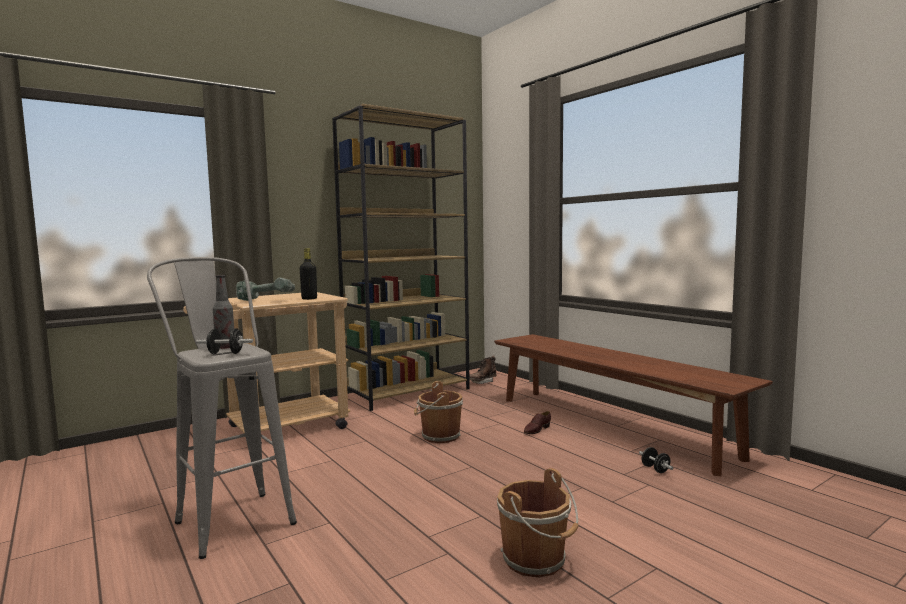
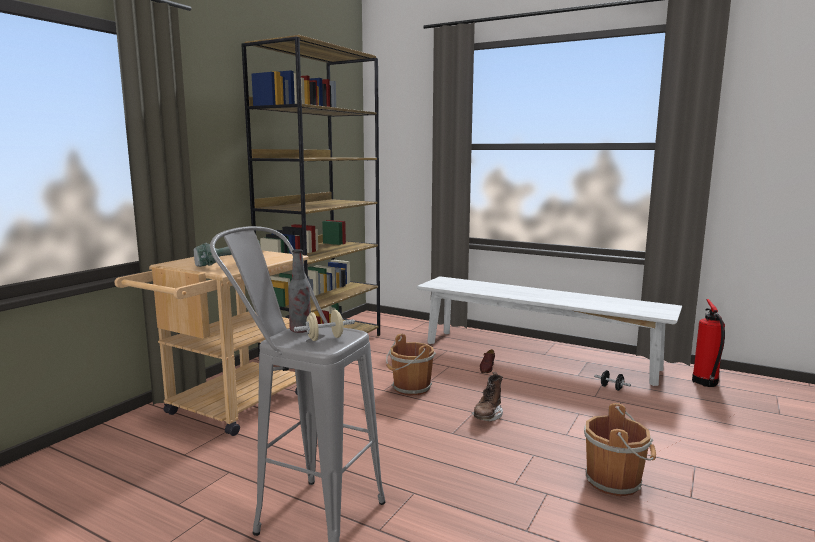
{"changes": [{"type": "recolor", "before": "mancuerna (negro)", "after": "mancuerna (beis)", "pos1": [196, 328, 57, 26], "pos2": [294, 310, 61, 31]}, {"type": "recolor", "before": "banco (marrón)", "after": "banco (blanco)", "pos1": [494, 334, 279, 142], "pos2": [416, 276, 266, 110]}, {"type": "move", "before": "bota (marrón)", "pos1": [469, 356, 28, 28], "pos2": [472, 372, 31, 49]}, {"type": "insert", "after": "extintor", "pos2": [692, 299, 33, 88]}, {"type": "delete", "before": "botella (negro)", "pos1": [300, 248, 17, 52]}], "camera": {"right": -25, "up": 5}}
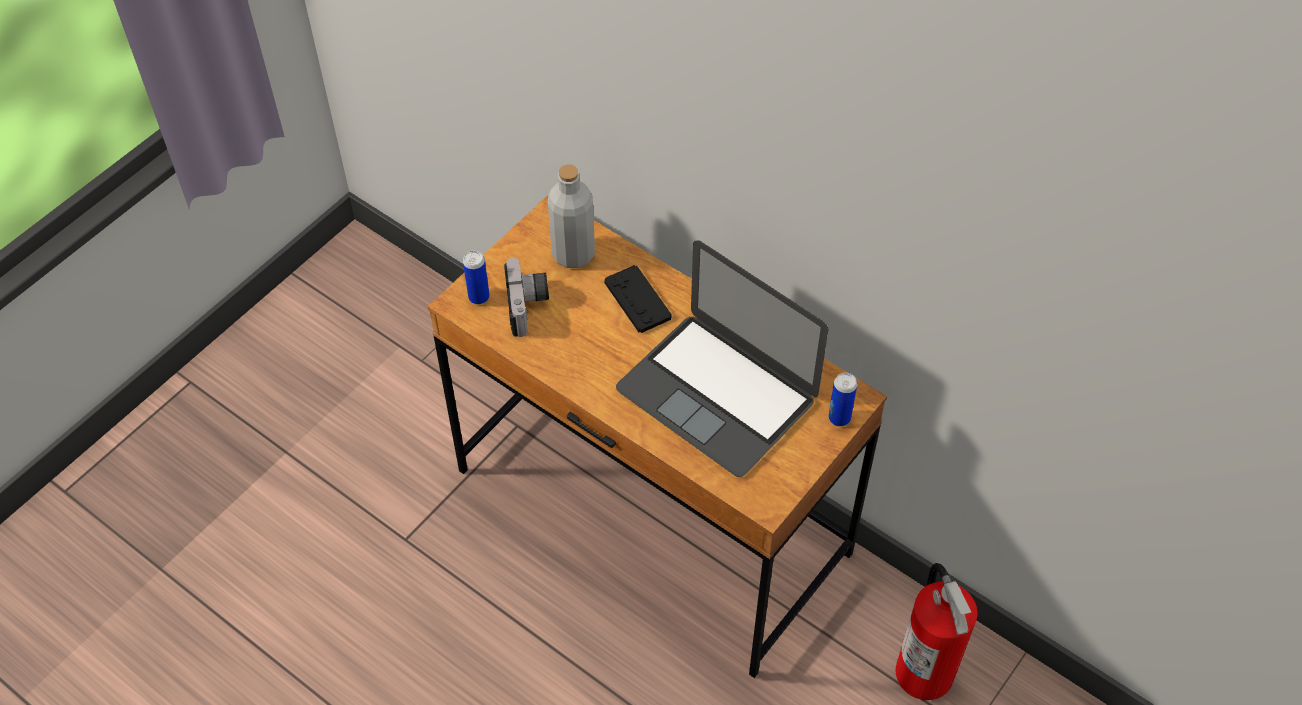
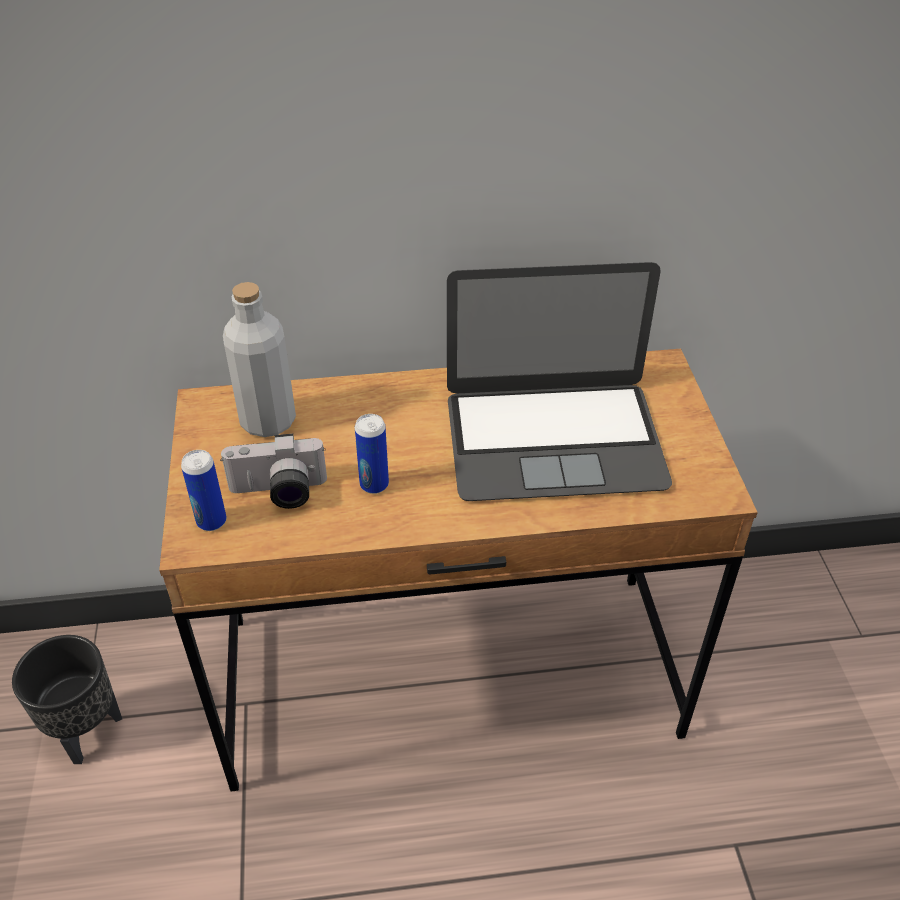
{"changes": [{"type": "insert", "after": "maceta (negro)", "pos2": [12, 635, 110, 129]}, {"type": "rotate", "before": "cámara", "pos1": [504, 258, 45, 79], "pos2": [220, 434, 107, 75], "turn": 135}, {"type": "move", "before": "lata", "pos1": [828, 373, 29, 53], "pos2": [355, 414, 34, 80]}, {"type": "delete", "before": "mando de consola (negro)", "pos1": [604, 265, 68, 68]}, {"type": "delete", "before": "extintor", "pos1": [896, 563, 82, 137]}], "camera": {"right": -45, "up": -10}}
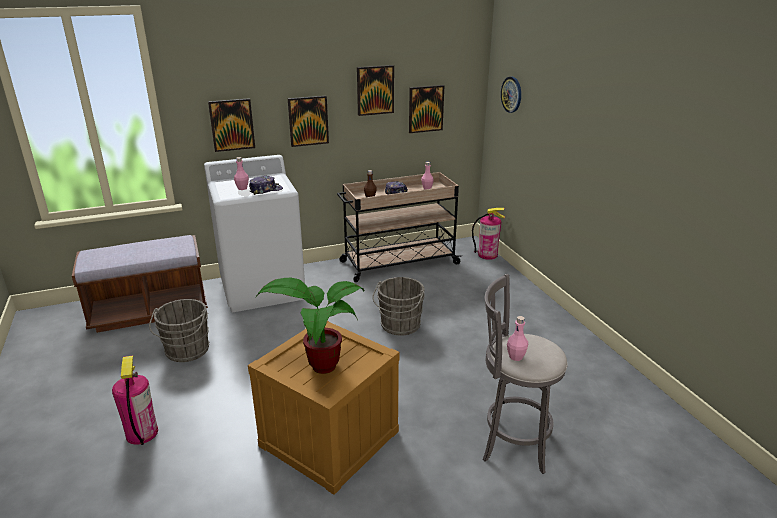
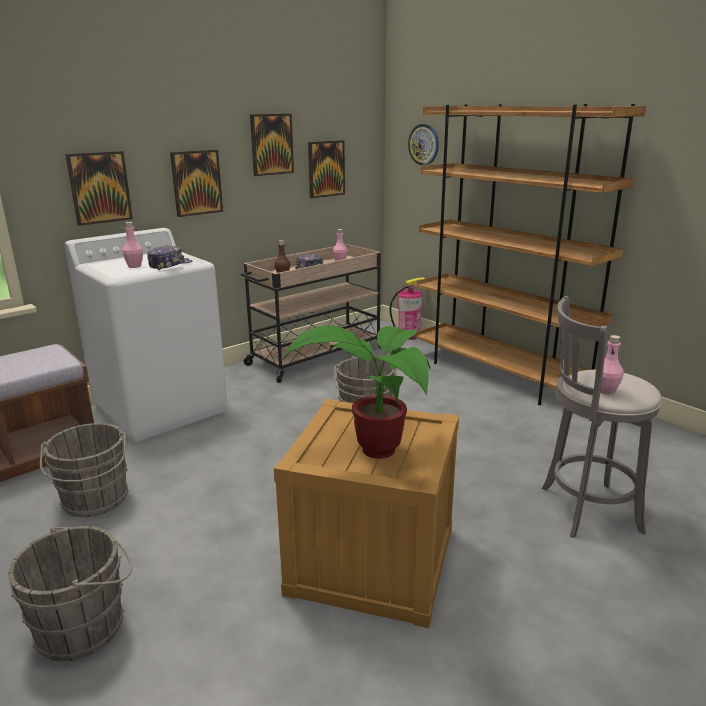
{"changes": [{"type": "replace", "before": "extintor", "after": "cubo (gris)", "pos1": [112, 356, 46, 89], "pos2": [8, 526, 124, 135]}, {"type": "insert", "after": "estantería (marrón)", "pos2": [416, 104, 230, 301]}], "camera": {"right": -20, "up": -5}}
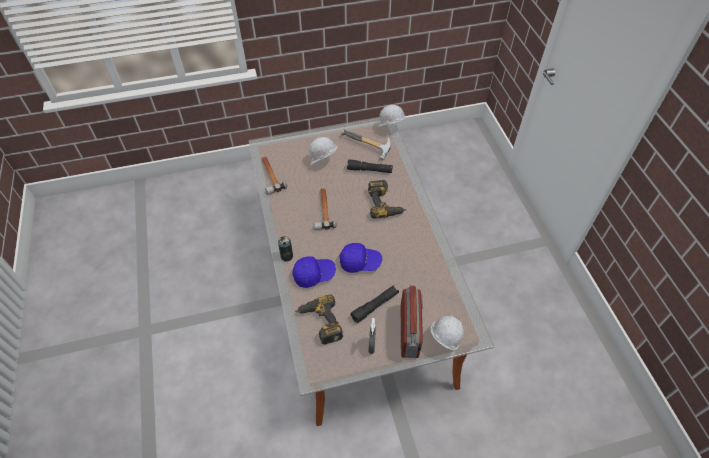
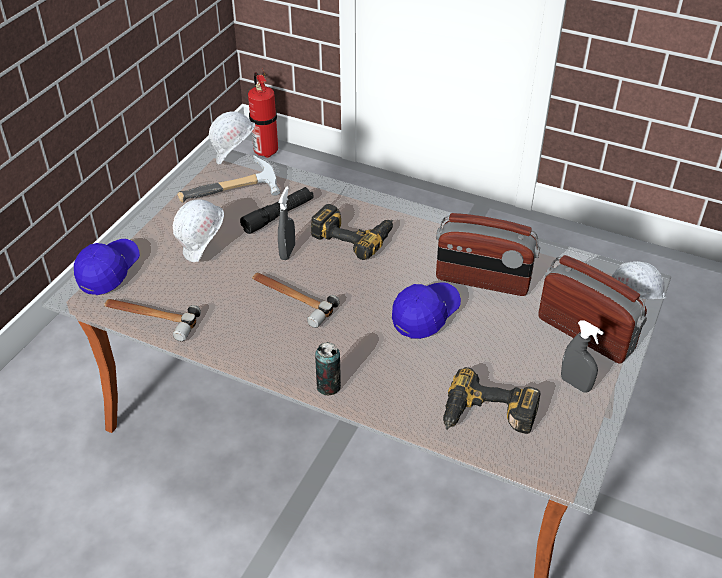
{"changes": [{"type": "move", "before": "gorra (azul)", "pos1": [292, 256, 44, 32], "pos2": [74, 239, 66, 56]}, {"type": "insert", "after": "extintor", "pos2": [248, 71, 30, 87]}, {"type": "insert", "after": "pulverizador (gris)", "pos2": [278, 187, 17, 73]}, {"type": "insert", "after": "radio", "pos2": [436, 213, 104, 83]}, {"type": "delete", "before": "linterna (negro)", "pos1": [350, 285, 49, 38]}], "camera": {"right": -50, "up": -10}}
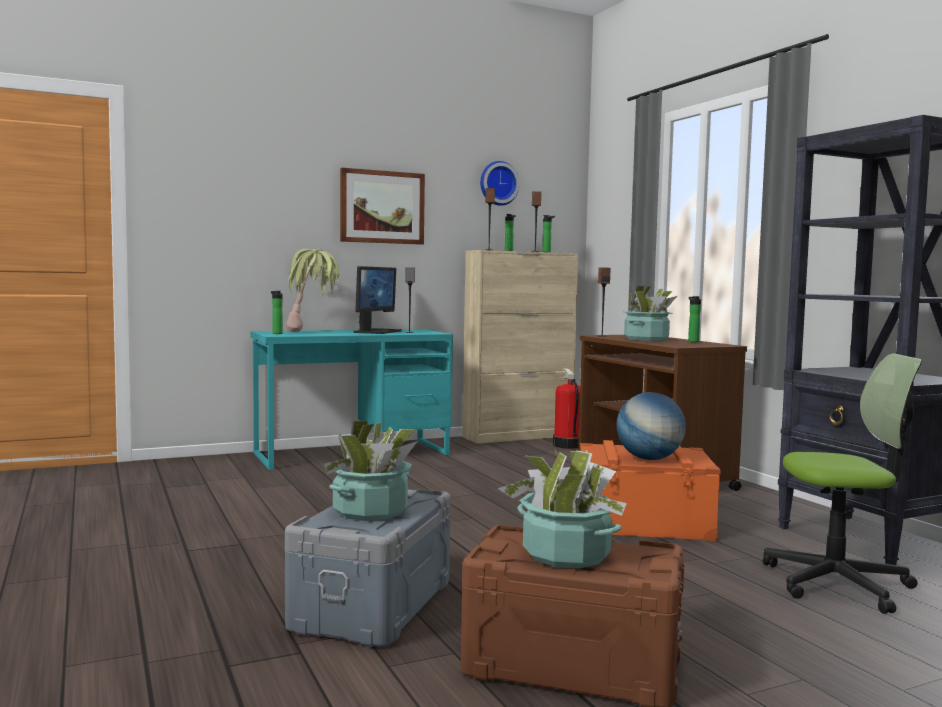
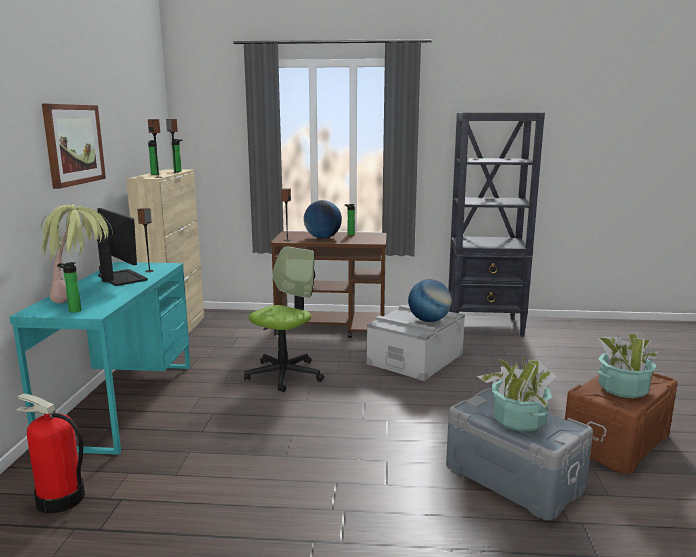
{"changes": [{"type": "move", "before": "extintor", "pos1": [553, 368, 27, 81], "pos2": [15, 394, 70, 119]}, {"type": "move", "before": "silla de oficina", "pos1": [763, 354, 159, 260], "pos2": [244, 247, 80, 145]}, {"type": "replace", "before": "planta en maceta", "after": "globo terráqueo", "pos1": [623, 286, 54, 55], "pos2": [304, 200, 38, 39]}, {"type": "recolor", "before": "caja de almacenaje (naranja)", "after": "caja de almacenaje (gris)", "pos1": [580, 440, 141, 101], "pos2": [367, 304, 98, 77]}, {"type": "delete", "before": "reloj de pared", "pos1": [480, 161, 40, 45]}], "camera": {"right": -60, "up": 10}}
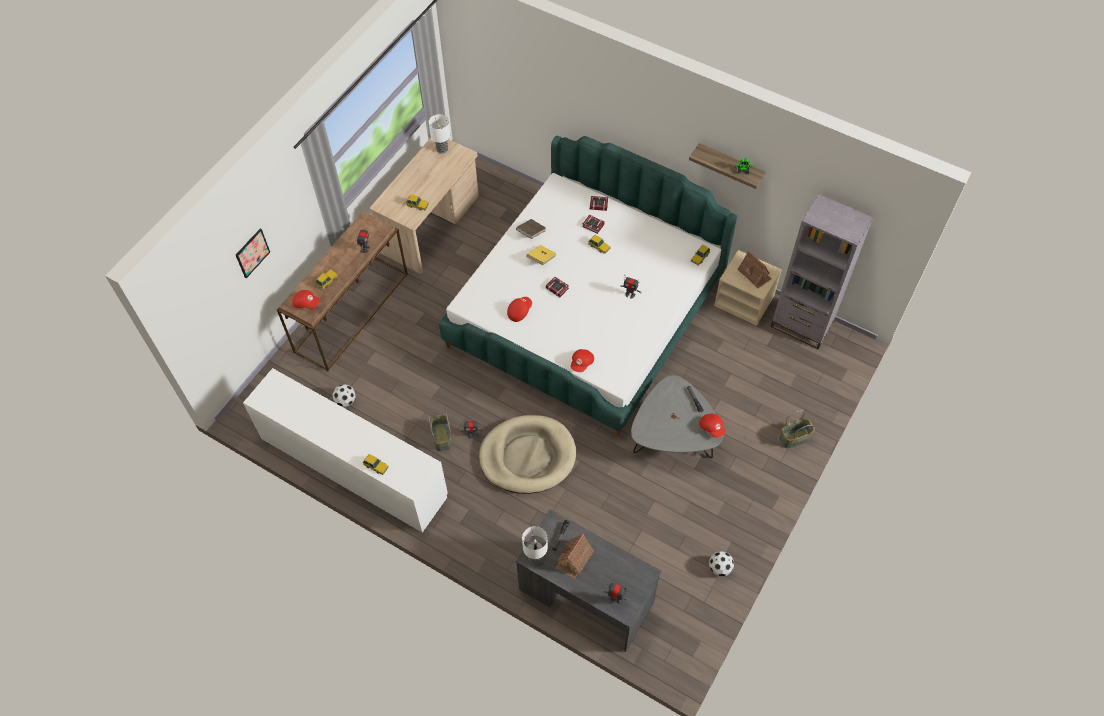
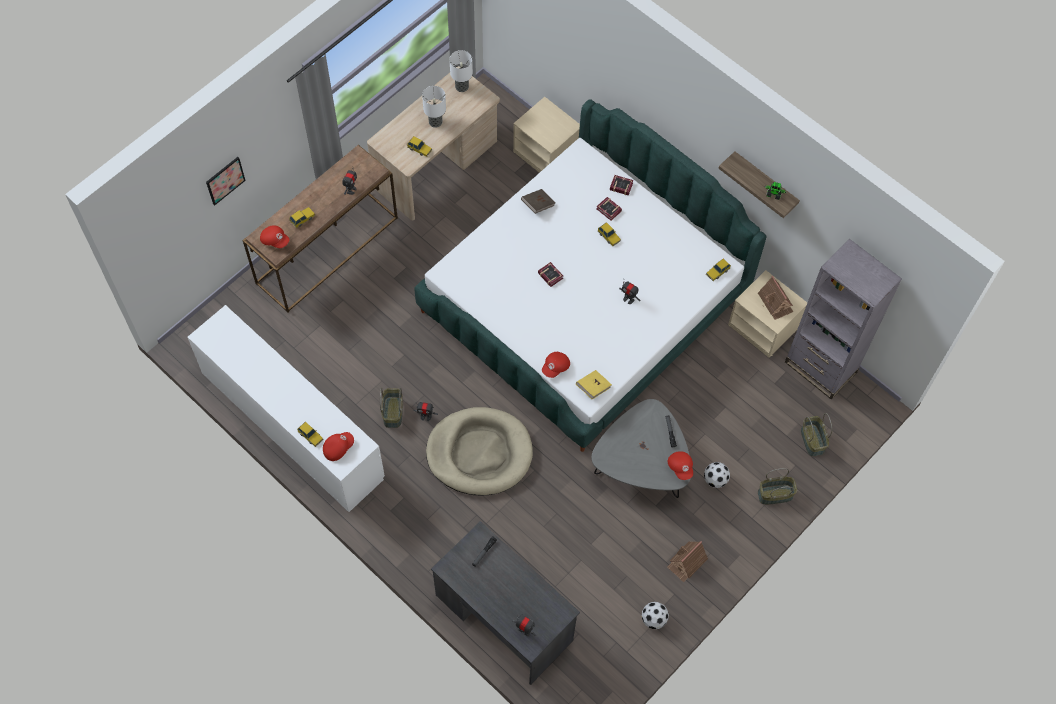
{"changes": [{"type": "move", "before": "gorra (rojo)", "pos1": [507, 297, 25, 25], "pos2": [323, 432, 31, 29]}, {"type": "move", "before": "lámpara de mesa", "pos1": [522, 526, 26, 38], "pos2": [422, 86, 24, 42]}, {"type": "insert", "after": "mesita de noche (beis)", "pos2": [513, 97, 67, 76]}, {"type": "move", "before": "libro (amarillo)", "pos1": [526, 245, 30, 21], "pos2": [576, 370, 36, 29]}, {"type": "move", "before": "casita", "pos1": [556, 534, 38, 45], "pos2": [667, 541, 41, 41]}, {"type": "move", "before": "balón de fútbol", "pos1": [332, 384, 24, 23], "pos2": [704, 462, 26, 26]}, {"type": "insert", "after": "cesta", "pos2": [801, 413, 31, 44]}], "camera": {"right": 10, "up": 5}}
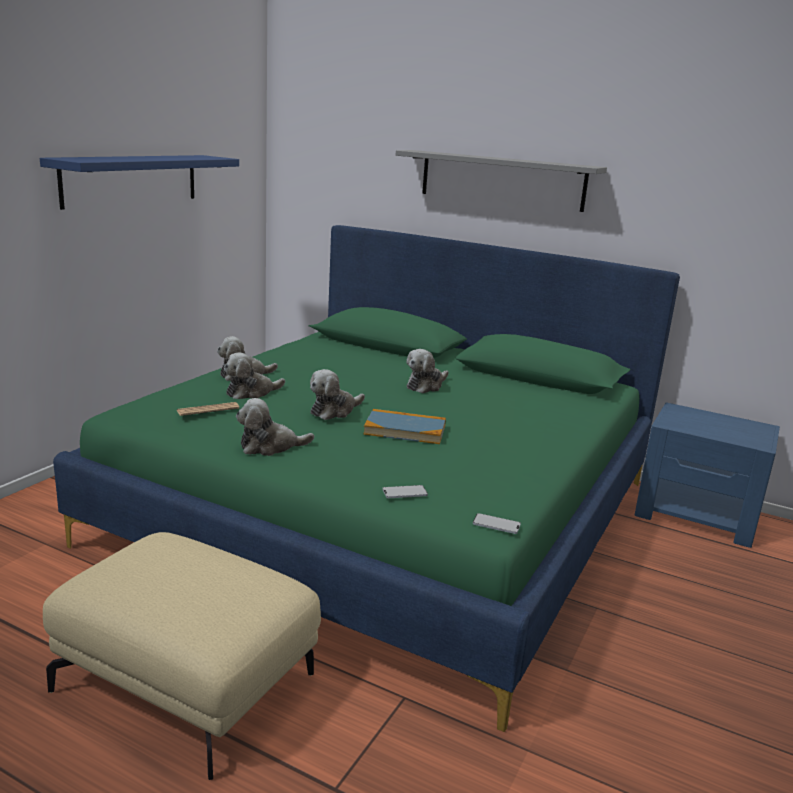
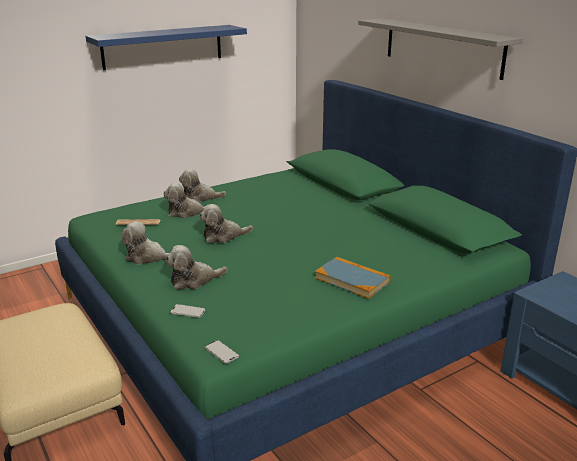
{"changes": [{"type": "move", "before": "peluche", "pos1": [406, 349, 43, 44], "pos2": [166, 245, 61, 45]}, {"type": "move", "before": "libro", "pos1": [363, 409, 83, 35], "pos2": [315, 257, 75, 42]}], "camera": {"right": 30, "up": 5}}
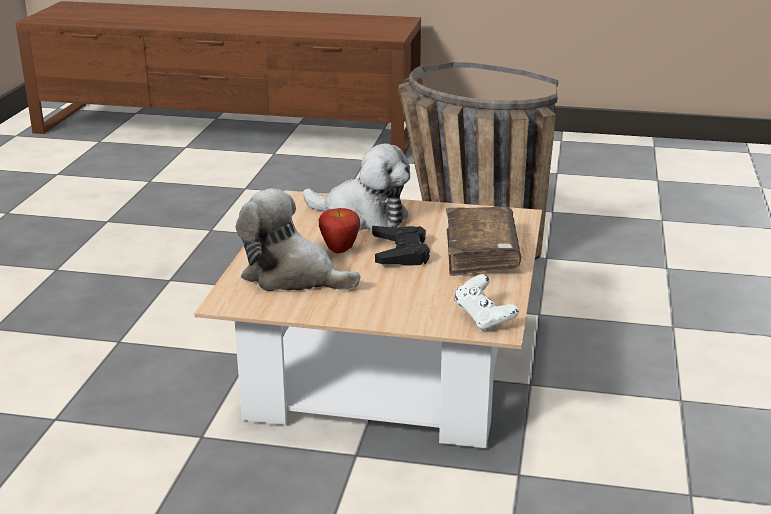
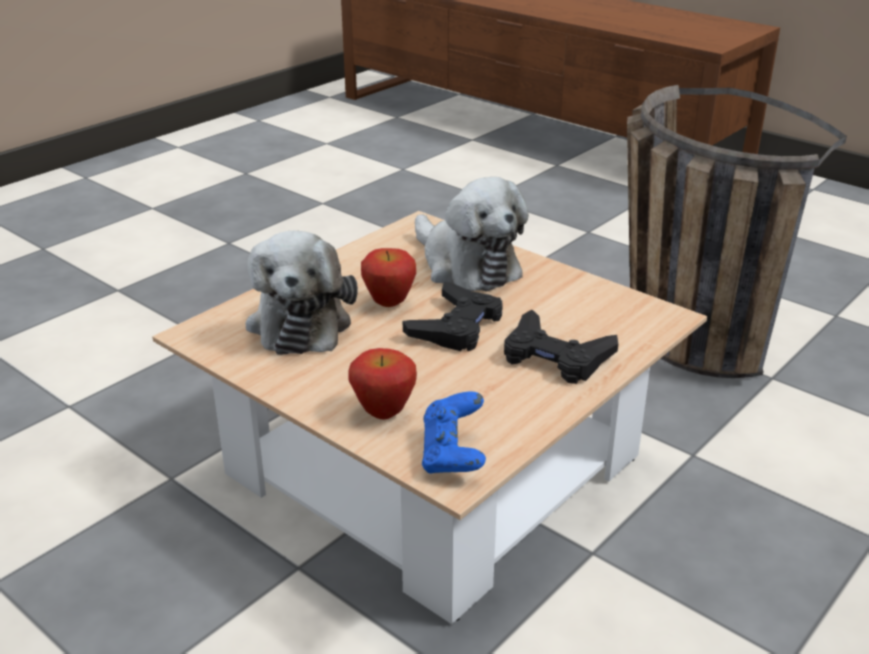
{"changes": [{"type": "rotate", "before": "peluche", "pos1": [236, 188, 124, 103], "pos2": [245, 231, 113, 124], "turn": -150}, {"type": "insert", "after": "manzana", "pos2": [348, 348, 69, 72]}, {"type": "recolor", "before": "mando de consola (blanco)", "after": "mando de consola (azul)", "pos1": [454, 274, 65, 56], "pos2": [422, 391, 64, 83]}, {"type": "replace", "before": "libro (marrón)", "after": "mando de consola (negro)", "pos1": [446, 206, 75, 70], "pos2": [504, 310, 114, 74]}], "camera": {"right": 30, "up": 5}}
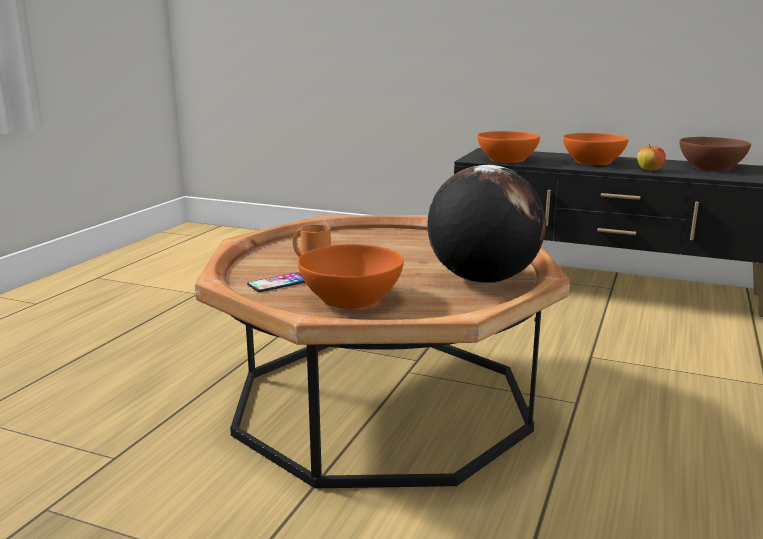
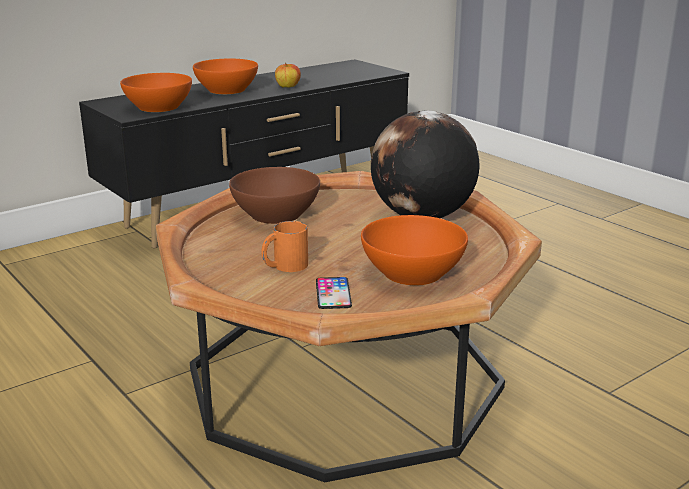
{"changes": [{"type": "move", "before": "cuenco (marrón)", "pos1": [679, 137, 72, 34], "pos2": [229, 167, 91, 57]}], "camera": {"right": -60, "up": 5}}
